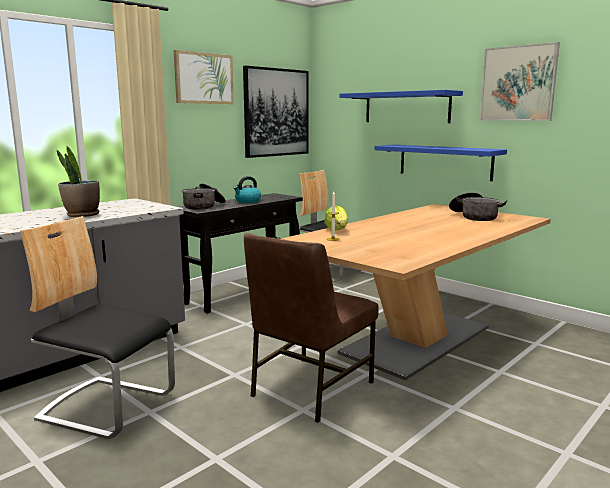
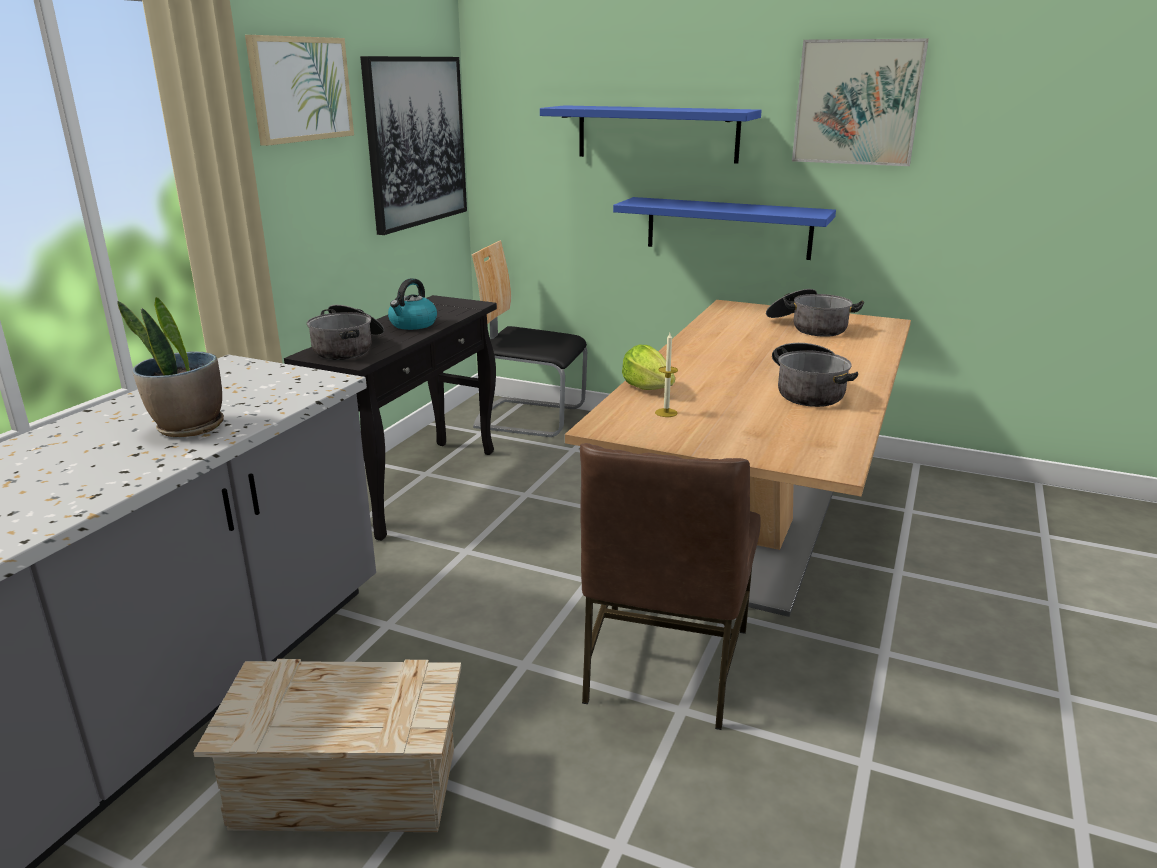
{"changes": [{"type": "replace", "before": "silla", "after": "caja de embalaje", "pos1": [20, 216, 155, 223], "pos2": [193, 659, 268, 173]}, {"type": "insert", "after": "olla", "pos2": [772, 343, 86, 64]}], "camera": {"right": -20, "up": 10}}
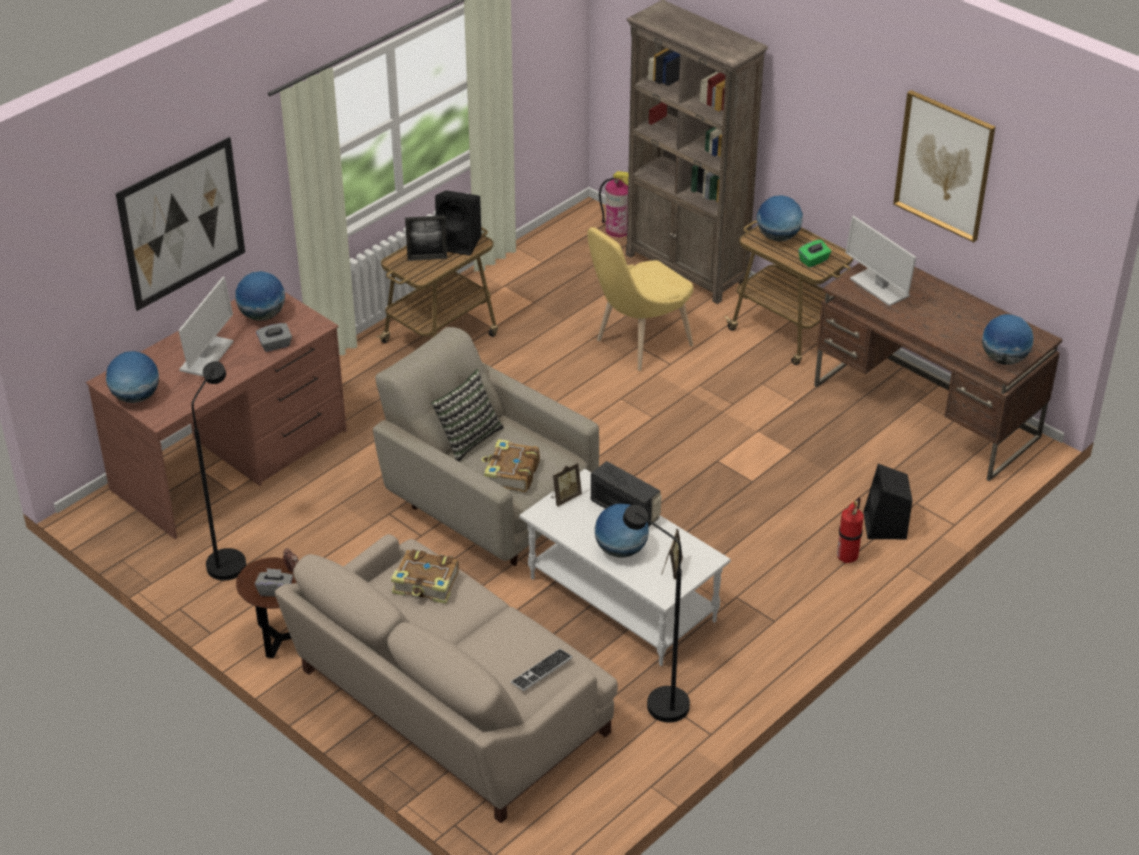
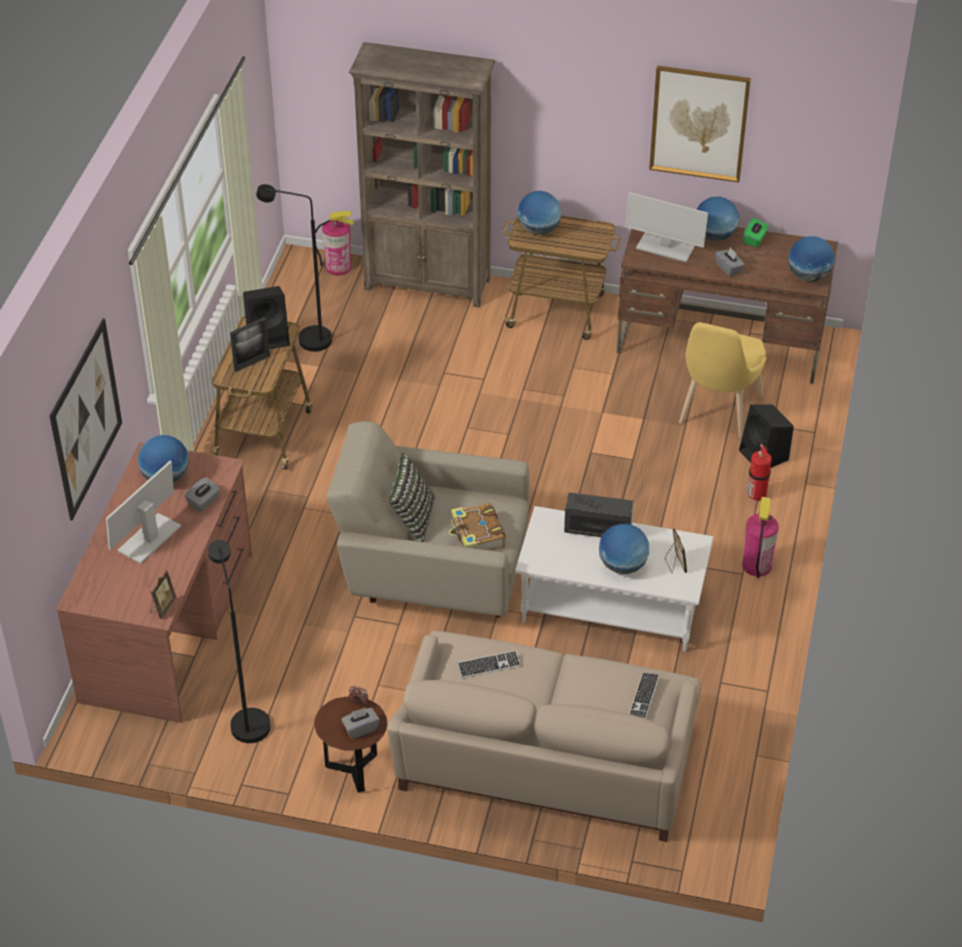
{"changes": [{"type": "rotate", "before": "monitor", "pos1": [178, 277, 55, 100], "pos2": [106, 461, 75, 103], "turn": -135}, {"type": "move", "before": "portarretratos", "pos1": [552, 463, 30, 43], "pos2": [150, 570, 26, 49]}, {"type": "move", "before": "lámpara de pie (negro)", "pos1": [623, 505, 67, 218], "pos2": [256, 184, 76, 168]}, {"type": "replace", "before": "libro", "after": "teclado", "pos1": [391, 549, 68, 55], "pos2": [457, 651, 64, 27]}, {"type": "move", "before": "silla (amarillo)", "pos1": [587, 227, 107, 144], "pos2": [679, 322, 87, 117]}, {"type": "move", "before": "globo terráqueo", "pos1": [106, 351, 53, 52], "pos2": [696, 197, 43, 44]}, {"type": "insert", "after": "caja de pañuelos (gris)", "pos2": [715, 247, 30, 30]}, {"type": "insert", "after": "extintor", "pos2": [742, 497, 37, 81]}, {"type": "move", "before": "caja de pañuelos (verde)", "pos1": [798, 240, 33, 28], "pos2": [743, 218, 26, 29]}], "camera": {"right": -30, "up": 5}}
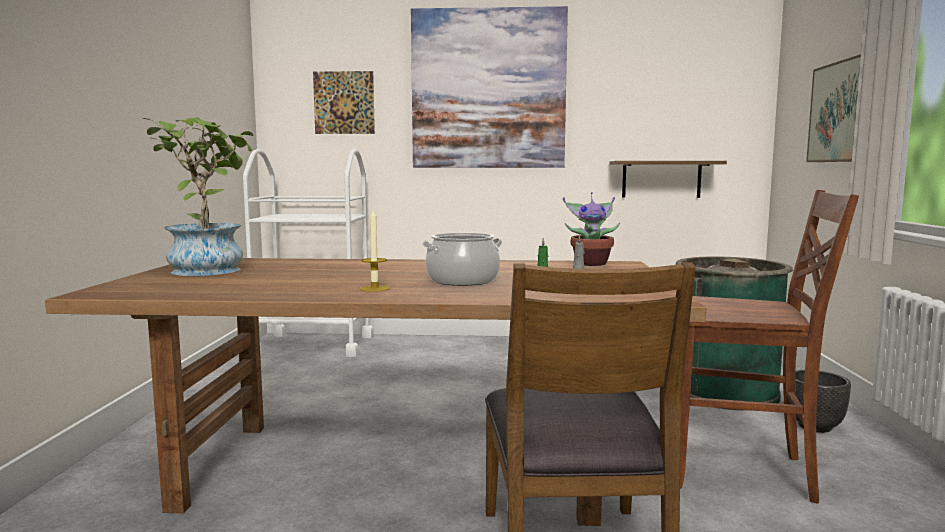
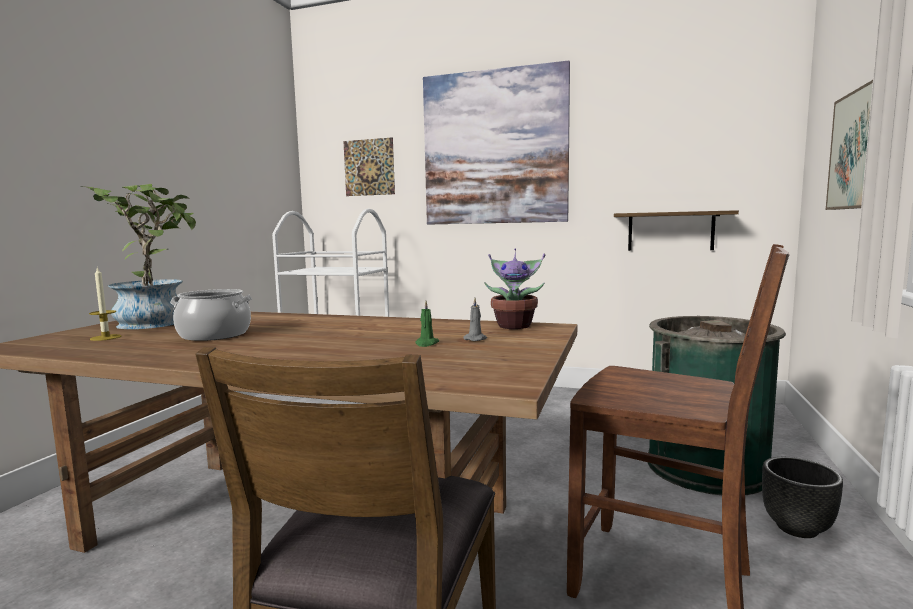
{"changes": [{"type": "move", "before": "vela", "pos1": [360, 210, 30, 82], "pos2": [89, 267, 32, 74]}, {"type": "move", "before": "olla", "pos1": [422, 233, 81, 53], "pos2": [170, 289, 82, 52]}], "camera": {"right": 15, "up": 0}}
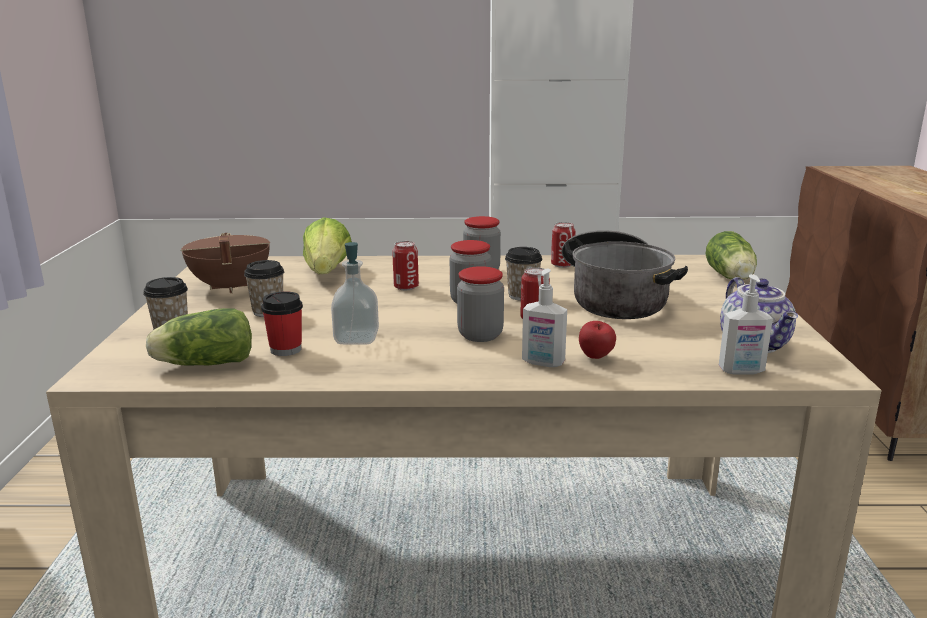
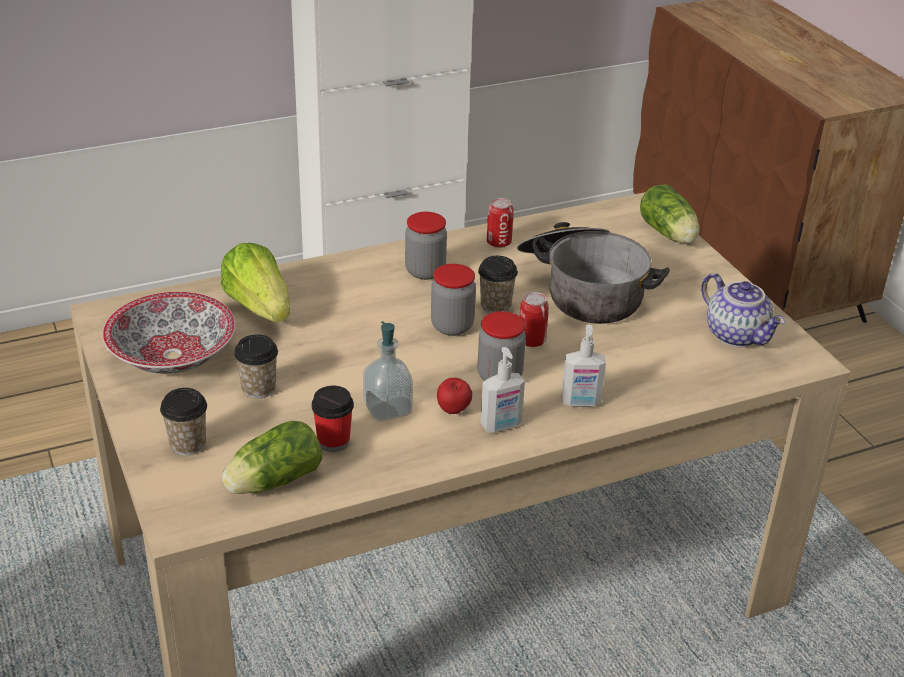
{"changes": [{"type": "replace", "before": "olla (marrón)", "after": "cuenco", "pos1": [181, 233, 89, 60], "pos2": [102, 292, 134, 82]}, {"type": "move", "before": "manzana", "pos1": [579, 321, 37, 38], "pos2": [437, 378, 35, 36]}, {"type": "move", "before": "dispensador de jabón", "pos1": [719, 274, 54, 101], "pos2": [481, 347, 44, 85]}, {"type": "delete", "before": "lata", "pos1": [392, 241, 27, 49]}], "camera": {"right": -25, "up": 15}}
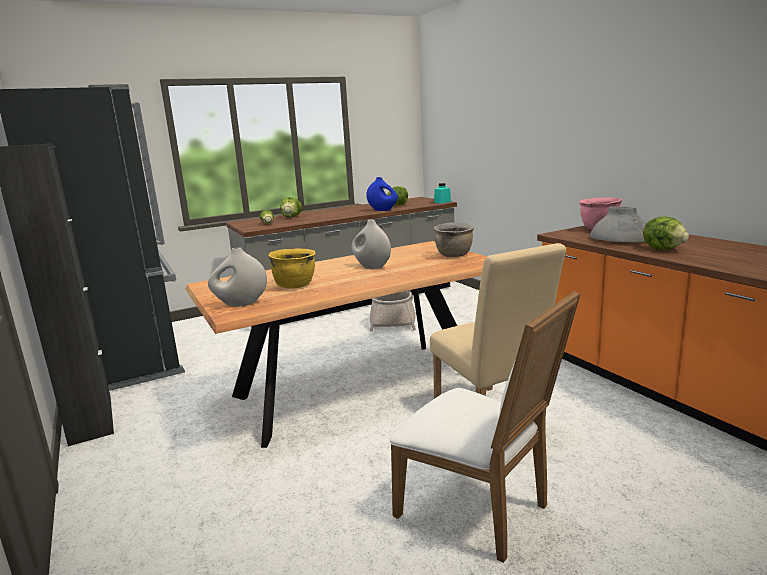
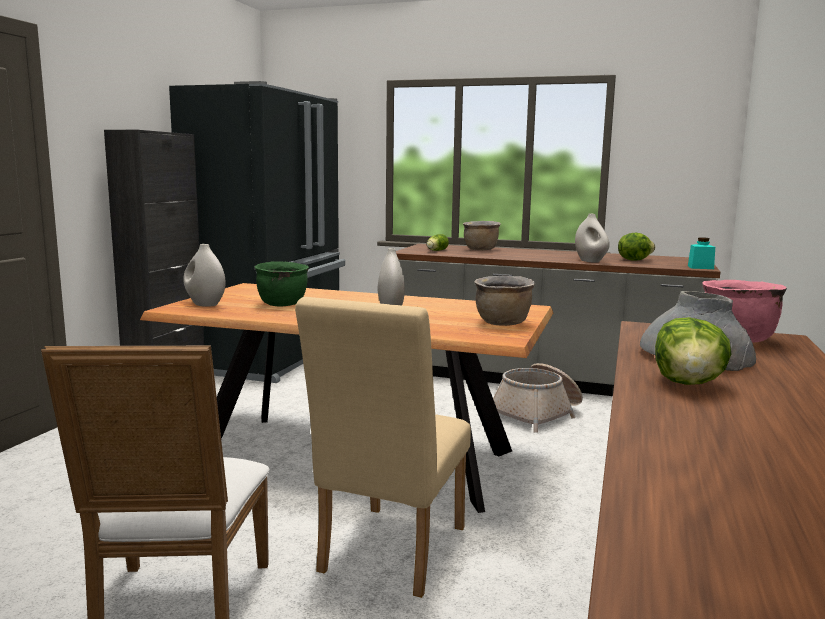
{"changes": [{"type": "recolor", "before": "olla (amarillo)", "after": "olla (verde)", "pos1": [268, 248, 48, 41], "pos2": [254, 261, 55, 45]}, {"type": "replace", "before": "lechuga", "after": "olla (marrón)", "pos1": [280, 197, 22, 20], "pos2": [463, 221, 38, 29]}, {"type": "recolor", "before": "florero (azul)", "after": "florero (blanco)", "pos1": [366, 177, 32, 34], "pos2": [575, 213, 35, 50]}], "camera": {"right": 45, "up": -5}}
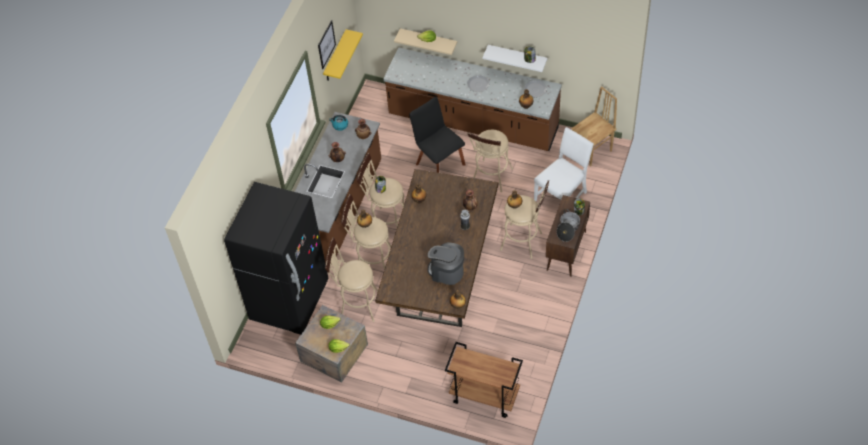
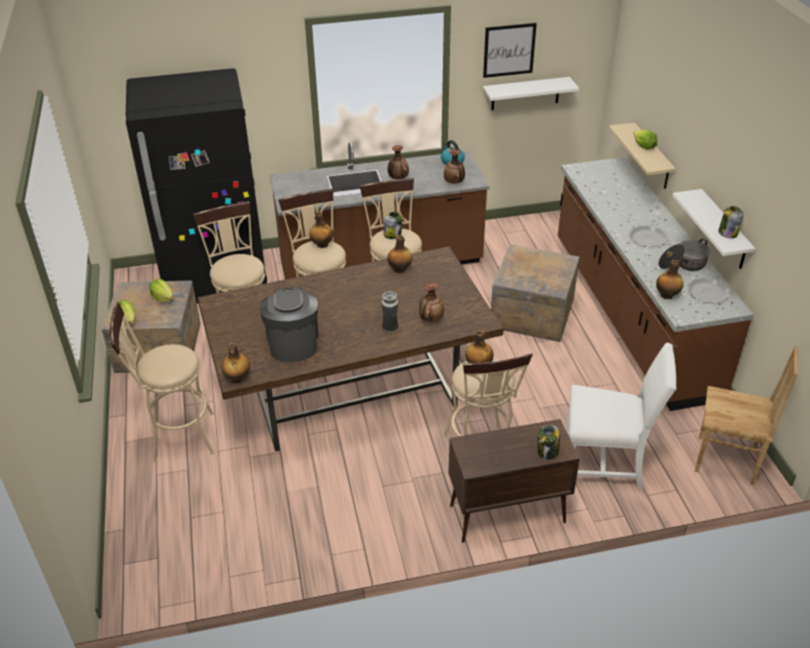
{"changes": [{"type": "move", "before": "taburete (beis)", "pos1": [467, 130, 46, 62], "pos2": [110, 302, 104, 160]}, {"type": "recolor", "before": "estante (amarillo)", "after": "estante (blanco)", "pos1": [323, 29, 40, 51], "pos2": [483, 77, 96, 33]}, {"type": "replace", "before": "silla (negro)", "after": "caja de embalaje", "pos1": [409, 97, 57, 76], "pos2": [491, 244, 89, 98]}, {"type": "move", "before": "olla", "pos1": [557, 209, 23, 33], "pos2": [658, 239, 52, 32]}, {"type": "delete", "before": "carrito (marrón)", "pos1": [445, 342, 78, 76]}], "camera": {"right": 55, "up": -15}}
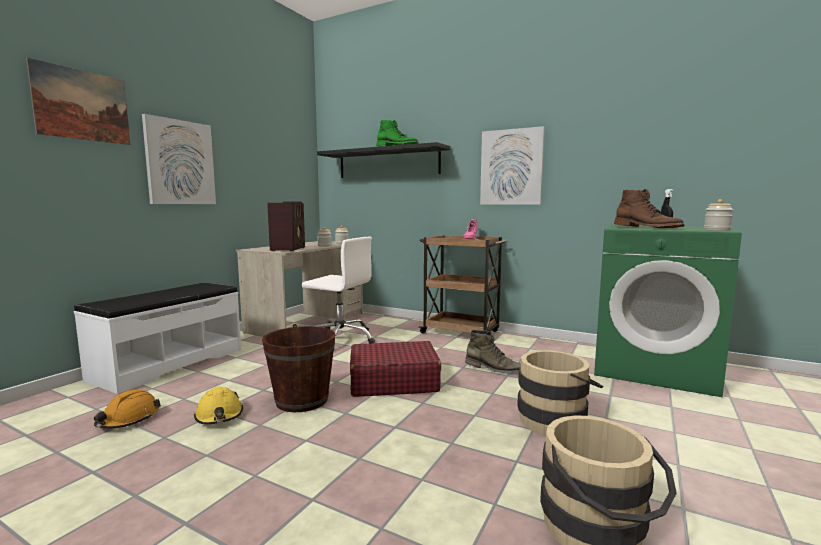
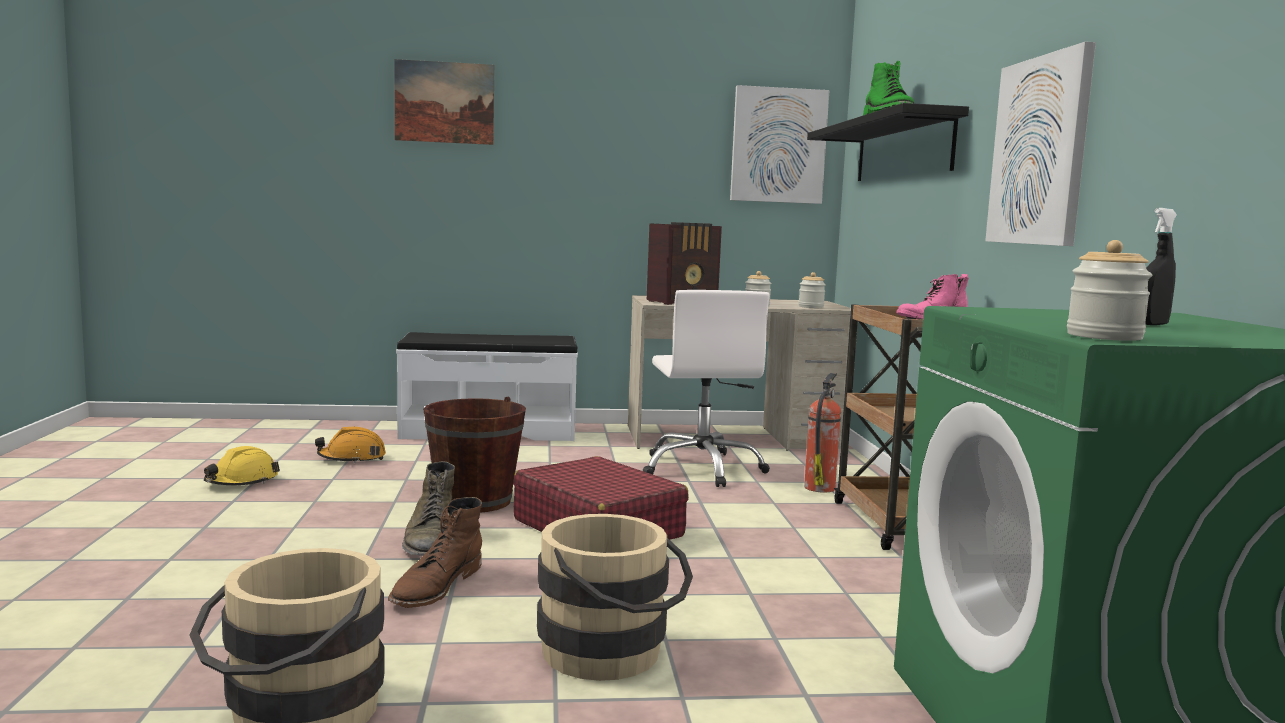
{"changes": [{"type": "move", "before": "casco (amarillo)", "pos1": [194, 387, 49, 37], "pos2": [204, 446, 76, 39]}, {"type": "move", "before": "bota (marrón)", "pos1": [614, 189, 71, 39], "pos2": [388, 497, 94, 111]}, {"type": "move", "before": "bota (verde)", "pos1": [465, 330, 56, 43], "pos2": [402, 461, 53, 95]}, {"type": "move", "before": "cuadro", "pos1": [142, 114, 74, 90], "pos2": [730, 85, 100, 119]}, {"type": "insert", "after": "extintor", "pos2": [804, 373, 37, 120]}], "camera": {"right": 55, "up": 0}}
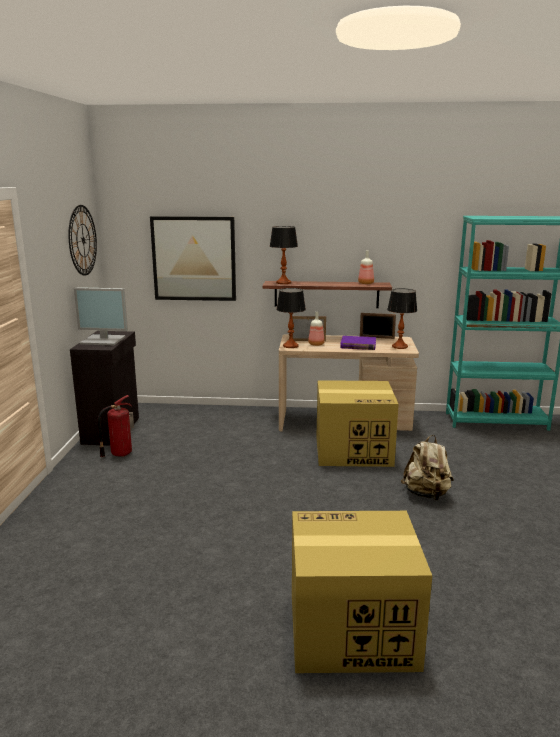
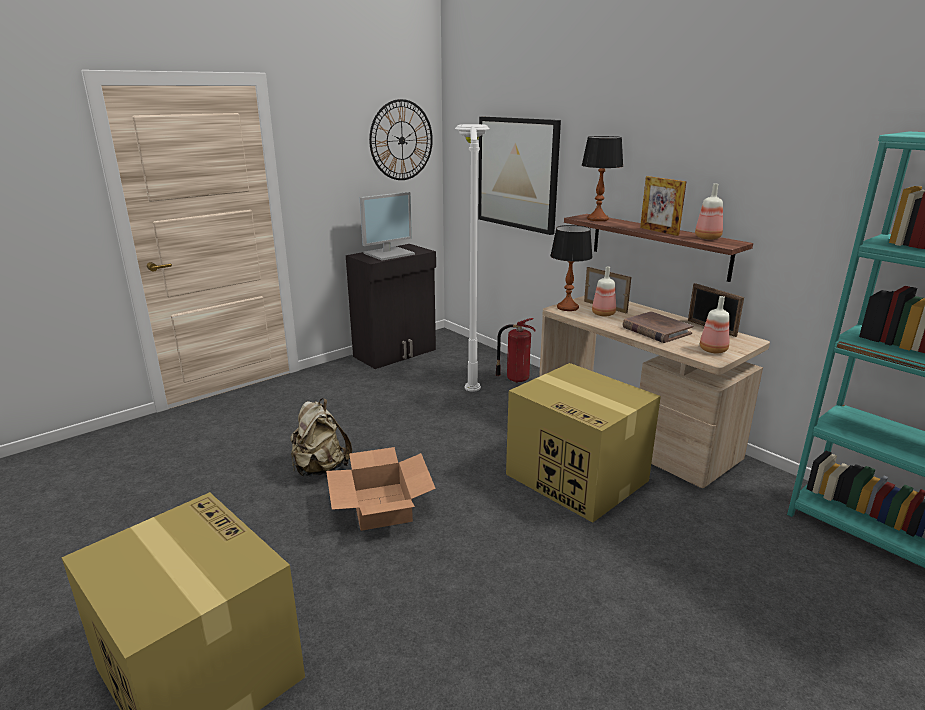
{"changes": [{"type": "move", "before": "mochila (beis)", "pos1": [401, 435, 53, 66], "pos2": [290, 398, 62, 78]}, {"type": "insert", "after": "caja de cartón", "pos2": [326, 447, 110, 84]}, {"type": "rotate", "before": "monitor", "pos1": [74, 287, 54, 58], "pos2": [360, 192, 55, 69], "turn": -90}, {"type": "insert", "after": "lámpara de pie (blanco)", "pos2": [455, 124, 35, 268]}, {"type": "move", "before": "extintor", "pos1": [98, 395, 34, 62], "pos2": [495, 318, 41, 65]}, {"type": "recolor", "before": "libro (morado)", "after": "libro (marrón)", "pos1": [340, 336, 36, 14], "pos2": [622, 311, 71, 32]}, {"type": "insert", "after": "portarretratos", "pos2": [640, 176, 47, 60]}, {"type": "replace", "before": "lámpara de mesa", "after": "botella", "pos1": [387, 288, 30, 61], "pos2": [700, 296, 30, 57]}], "camera": {"right": 45, "up": 5}}
